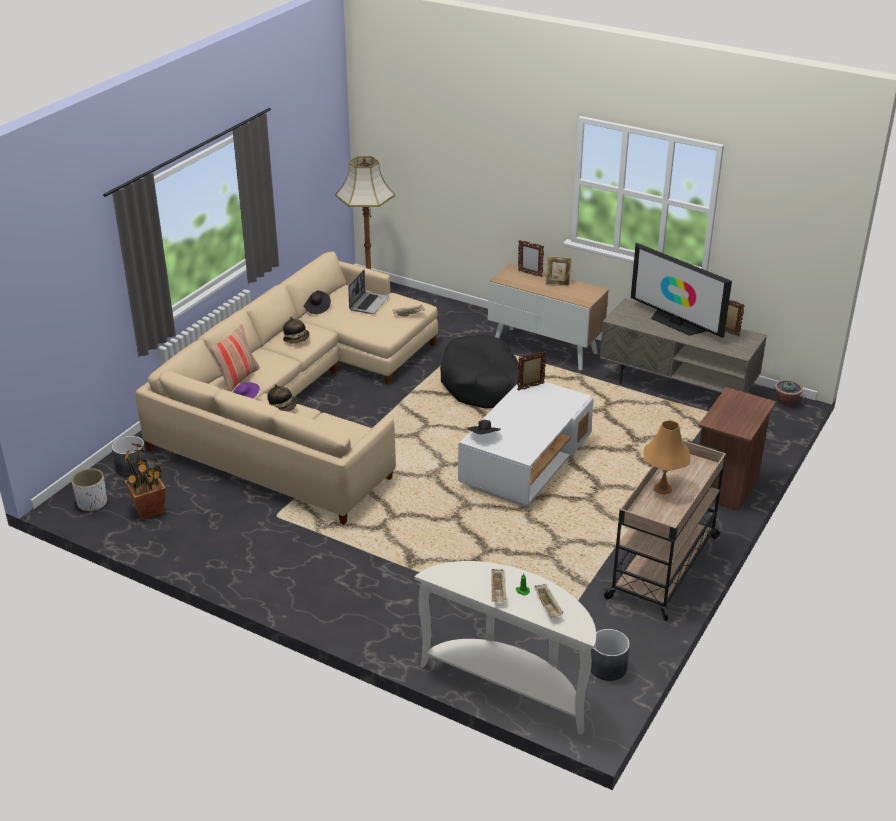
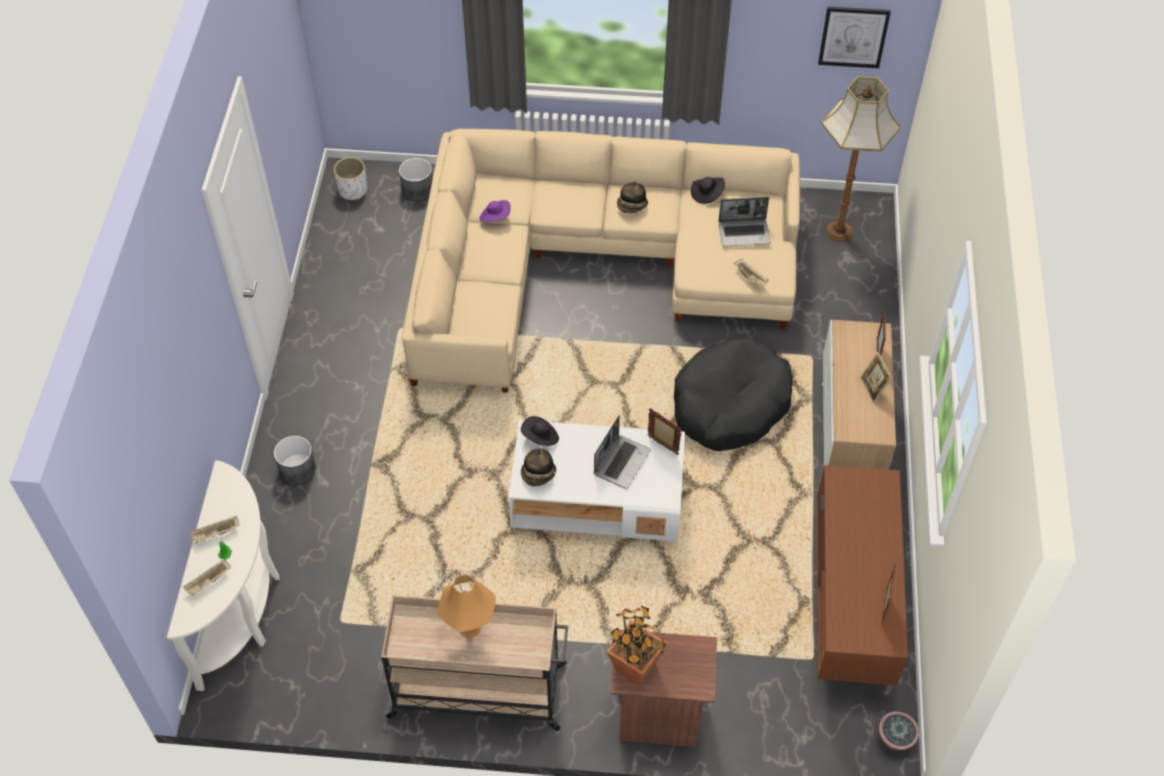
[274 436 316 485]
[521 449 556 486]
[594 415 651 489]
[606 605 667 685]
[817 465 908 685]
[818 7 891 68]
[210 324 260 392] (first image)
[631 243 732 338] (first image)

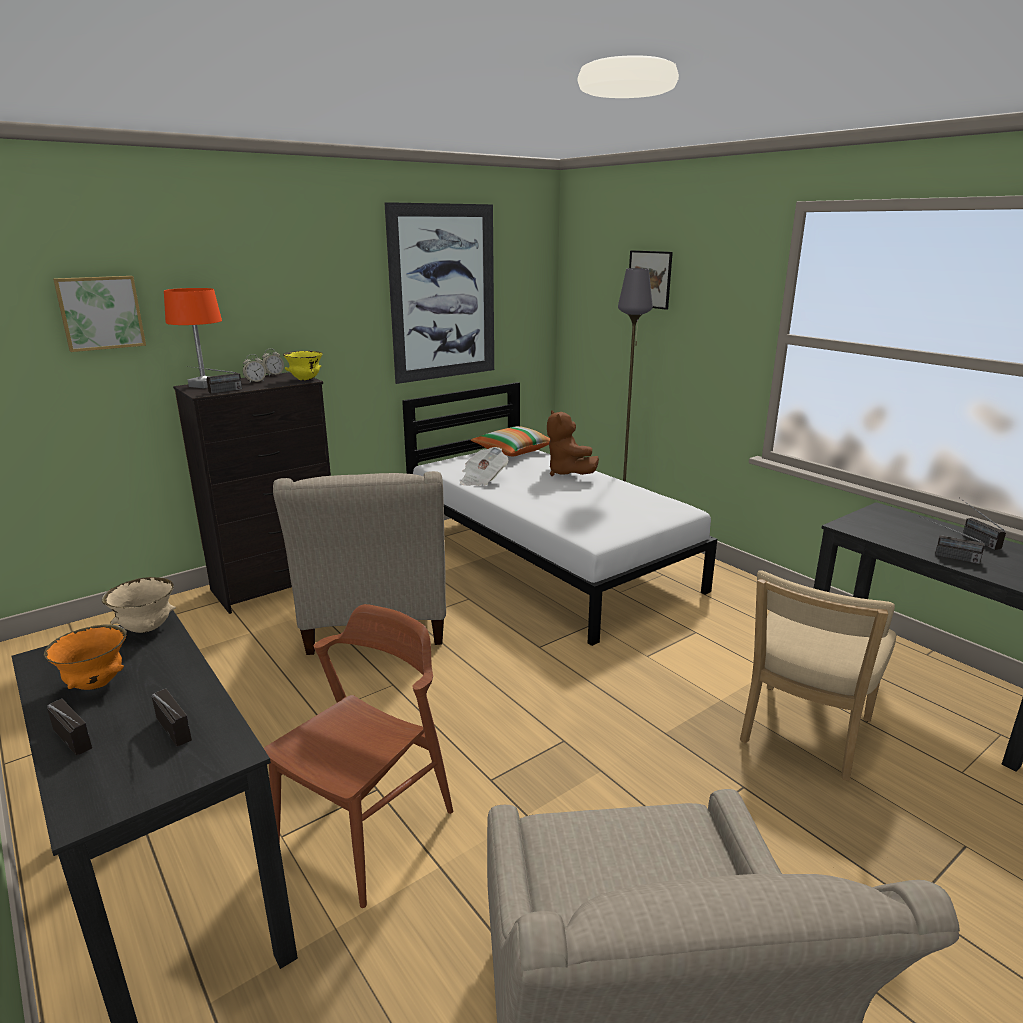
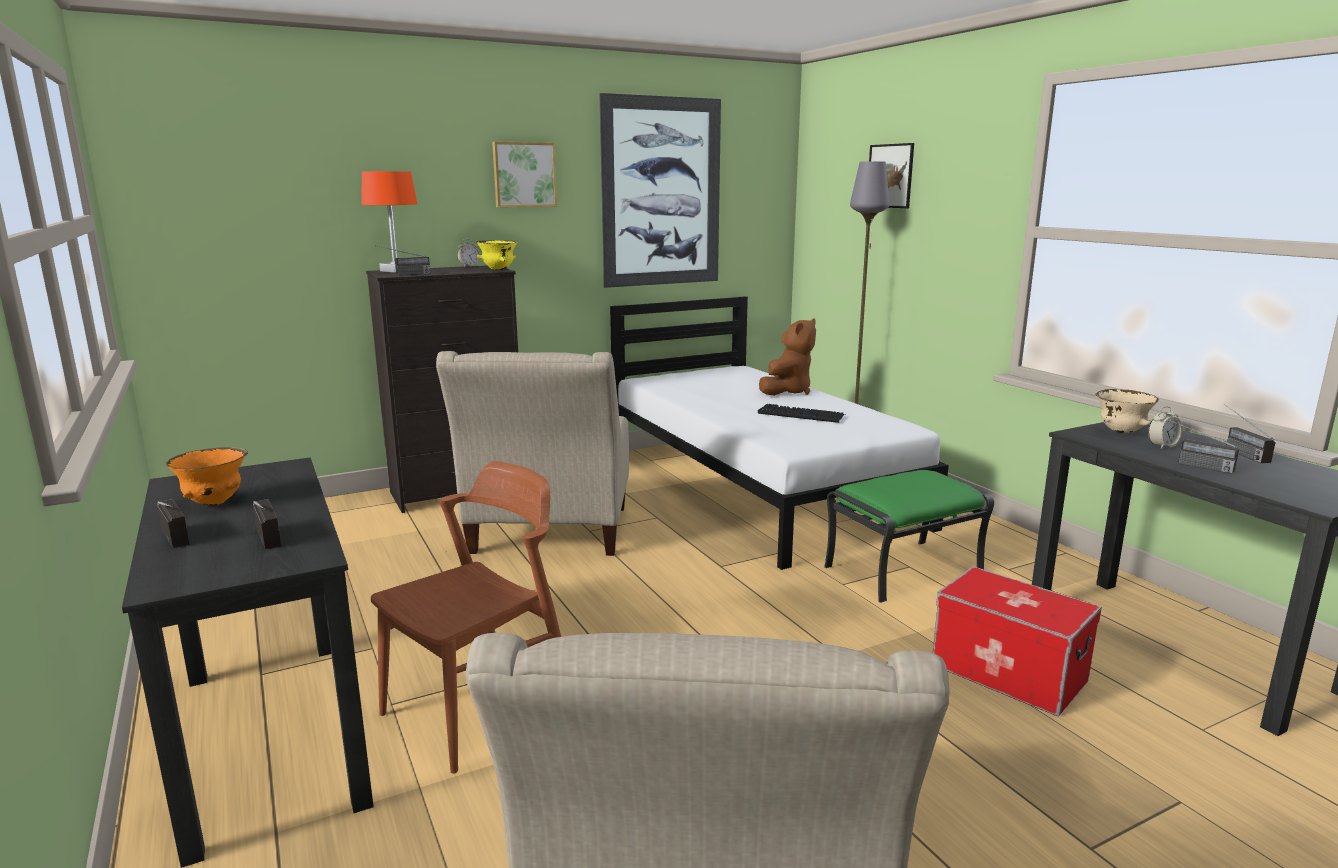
[492 141 557 207]
[758 404 845 423]
[759 318 816 396]
[824 470 994 603]
[933 566 1102 716]
[1095 389 1159 433]
[1148 406 1183 449]
[460 447 508 486] (first image)
[471 426 550 456] (first image)

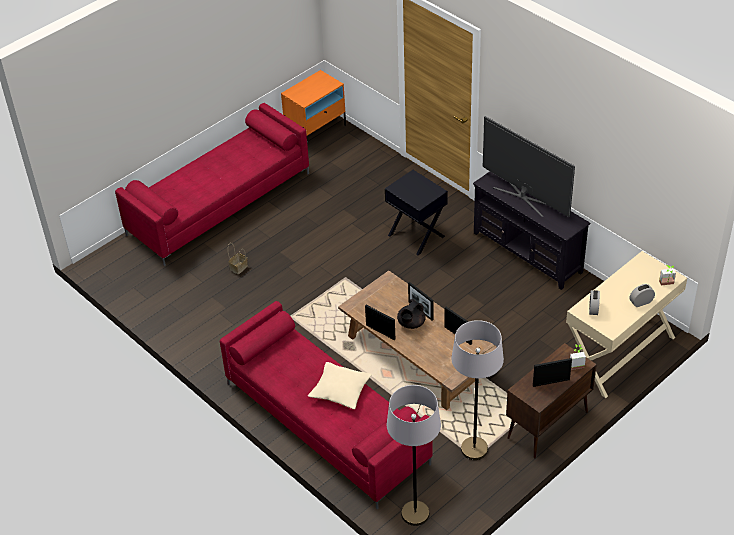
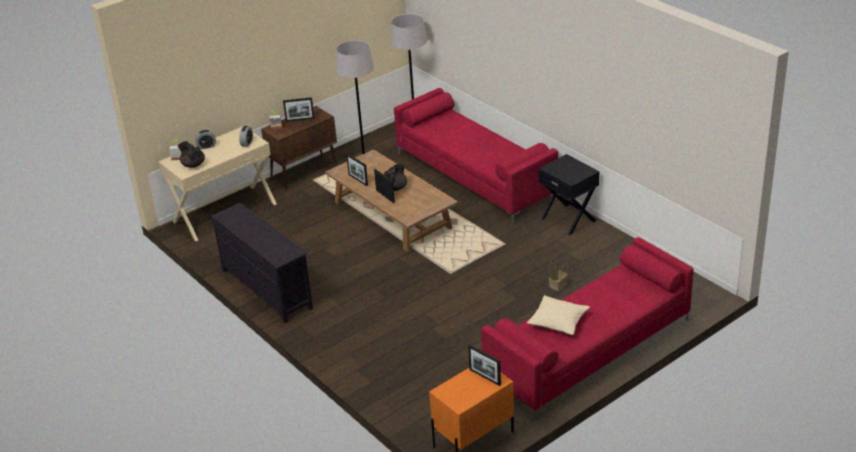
[178 141 205 168]
[468 345 501 386]
[527 295 590 335]
[539 154 600 235]
[483 116 575 217] (first image)

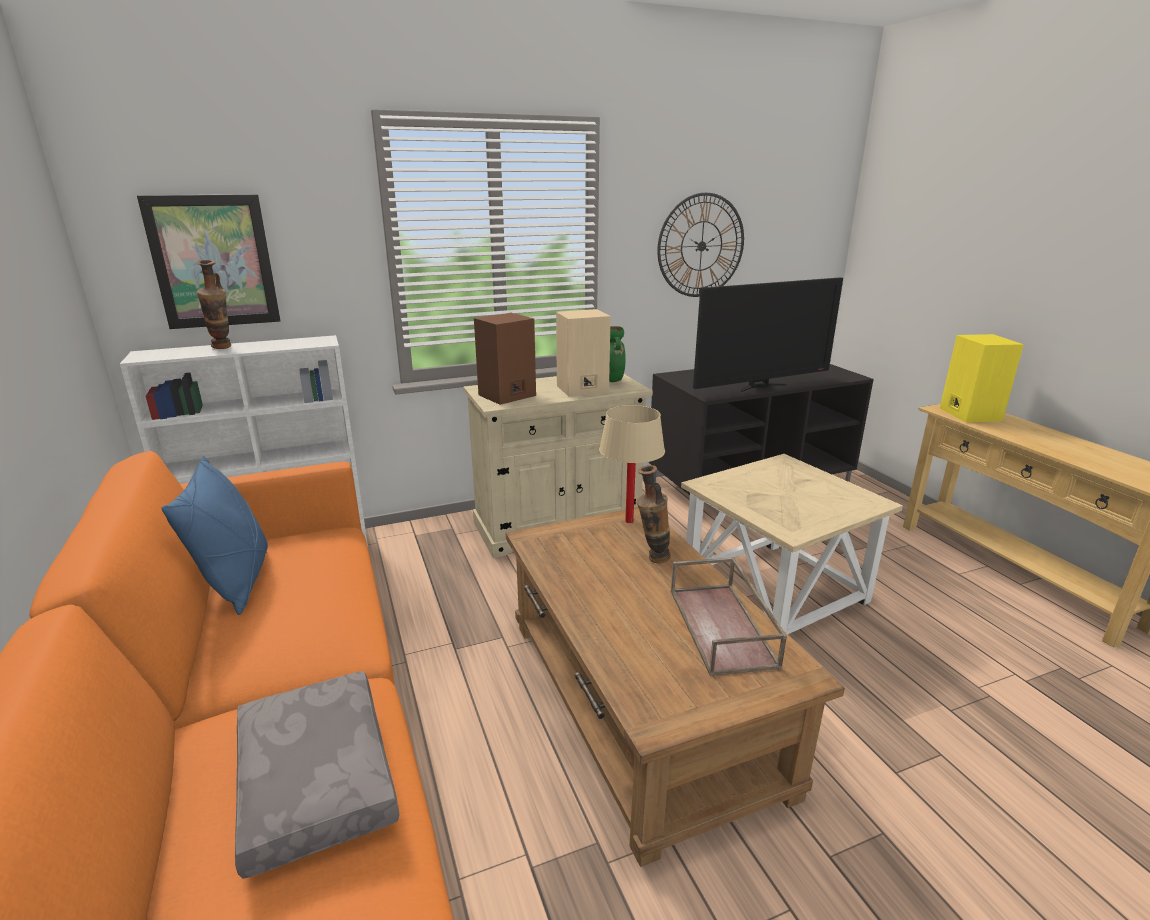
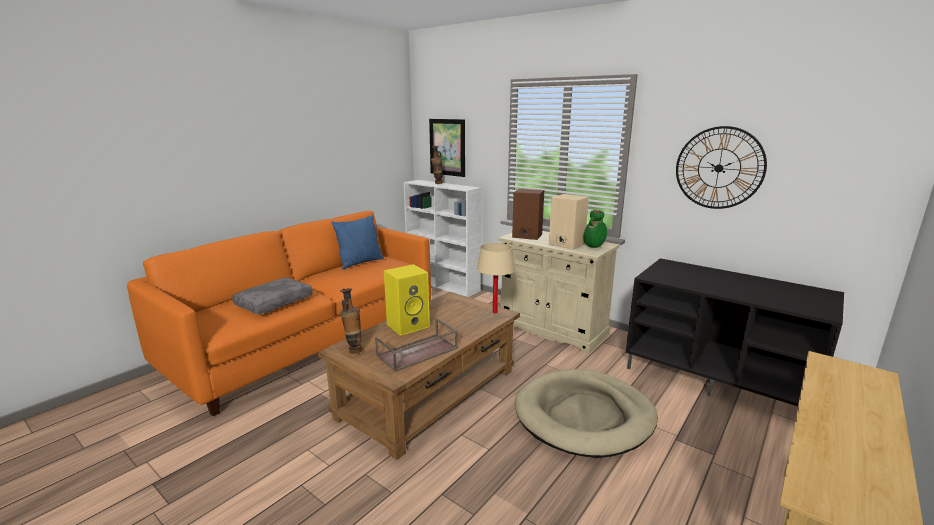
[340 288 363 354]
[384 264 430 336]
[515 369 658 458]
[693 277 843 392] (first image)

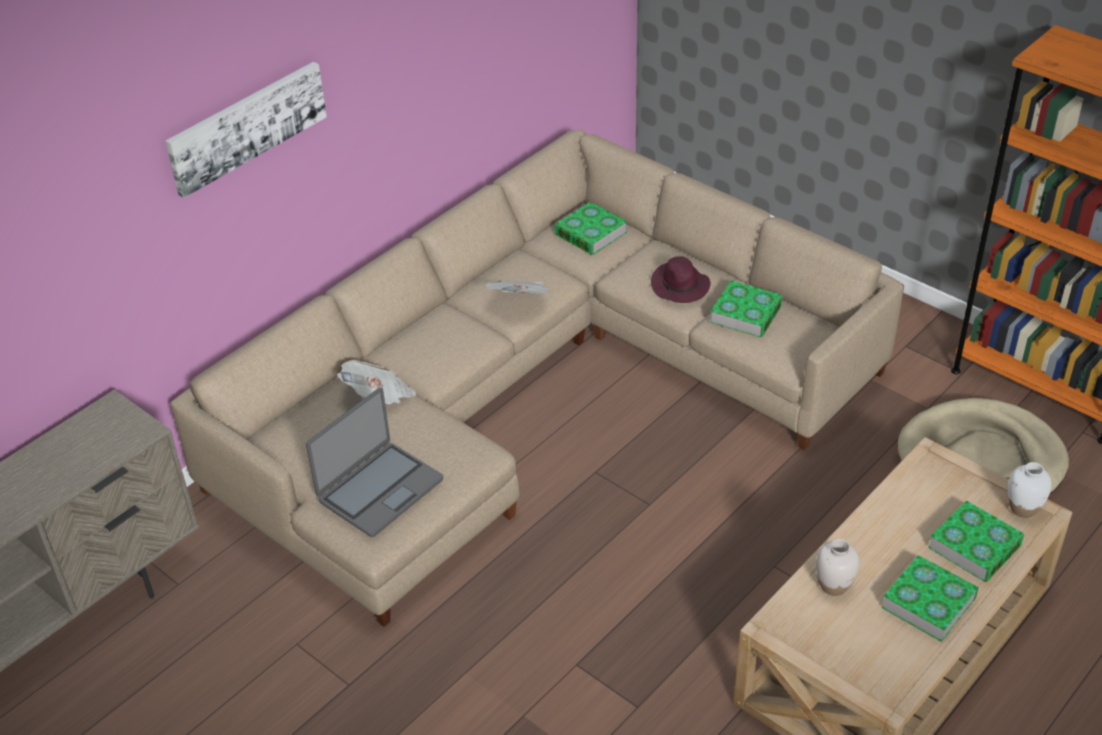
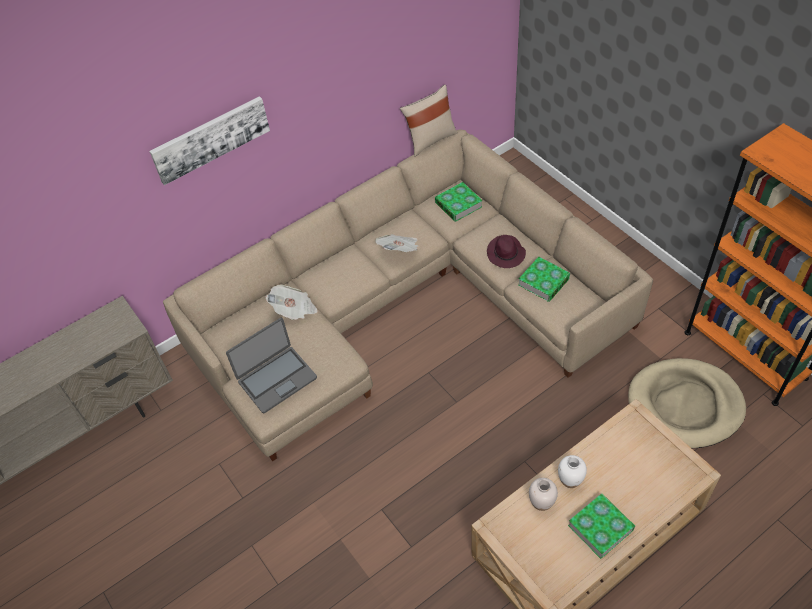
[400 85 457 157]
[558 455 587 488]
[928 500 1025 582] (first image)

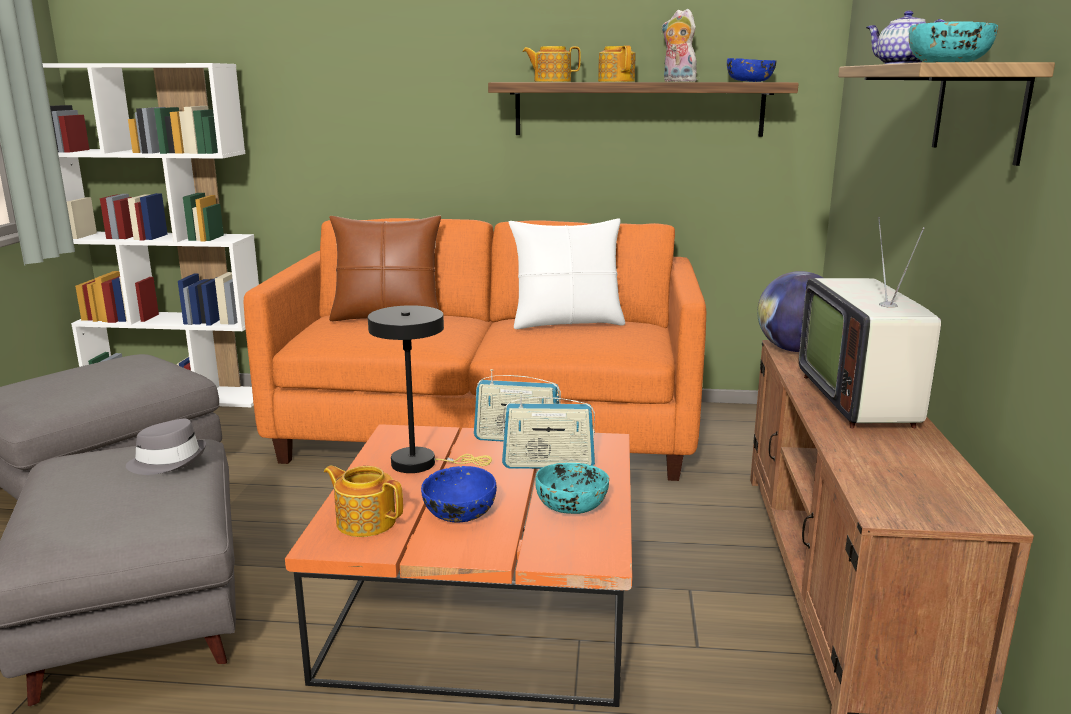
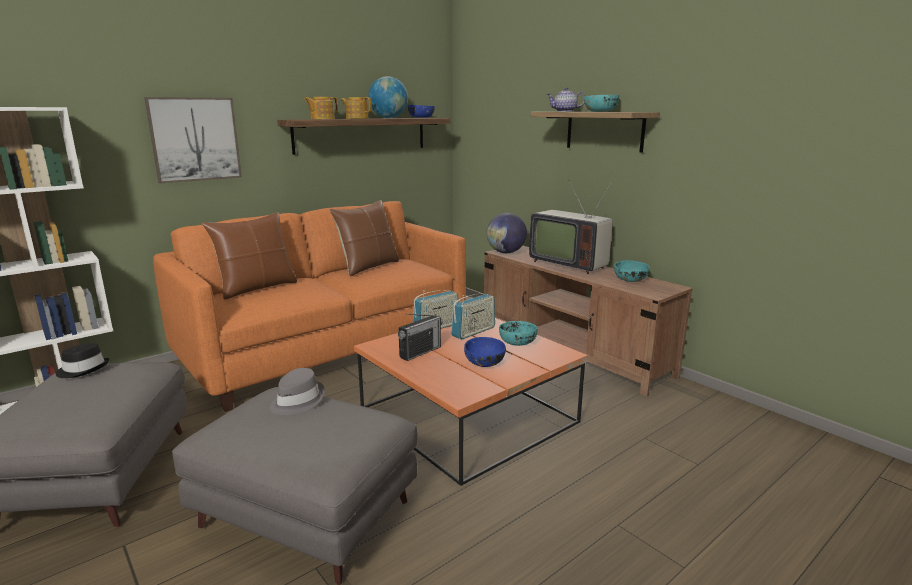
[55 343 110 378]
[144 97 242 183]
[329 200 399 276]
[368 76 408 118]
[398 314 443 361]
[614 260 650 282]
[324 466 403 537] (first image)

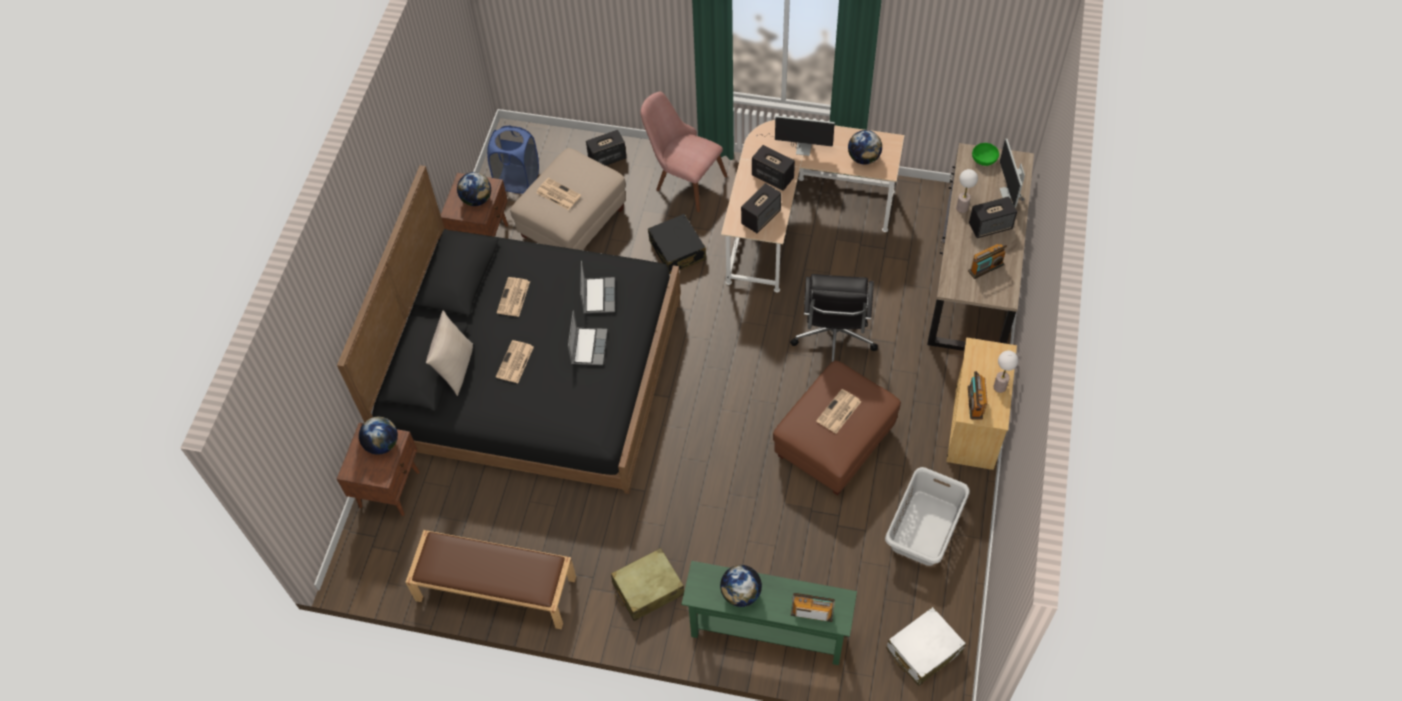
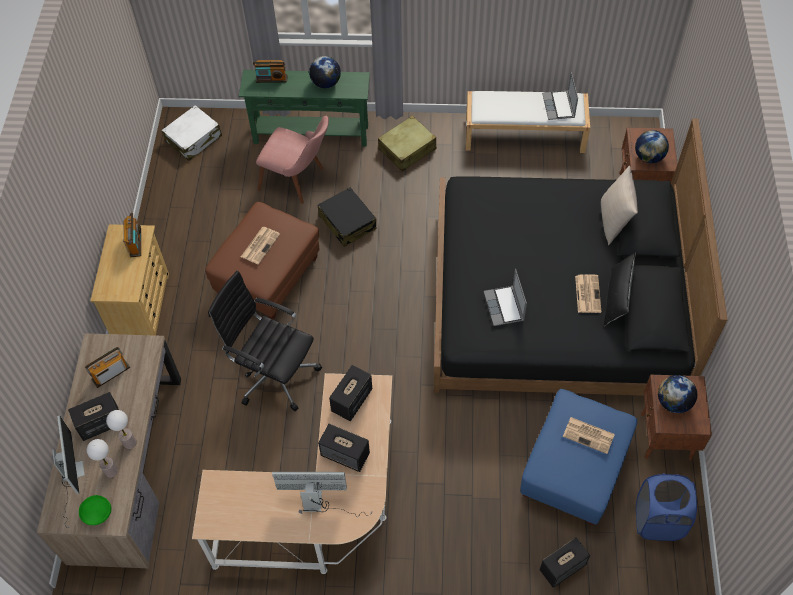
[87 439 118 478]
[208 271 322 411]
[256 116 329 204]
[318 187 376 247]
[466 91 590 153]
[520 389 637 525]
[542 72 578 120]
[604 252 636 326]
[496 340 534 383] (first image)
[848 130 882 165] (first image)
[885 467 970 566] (first image)

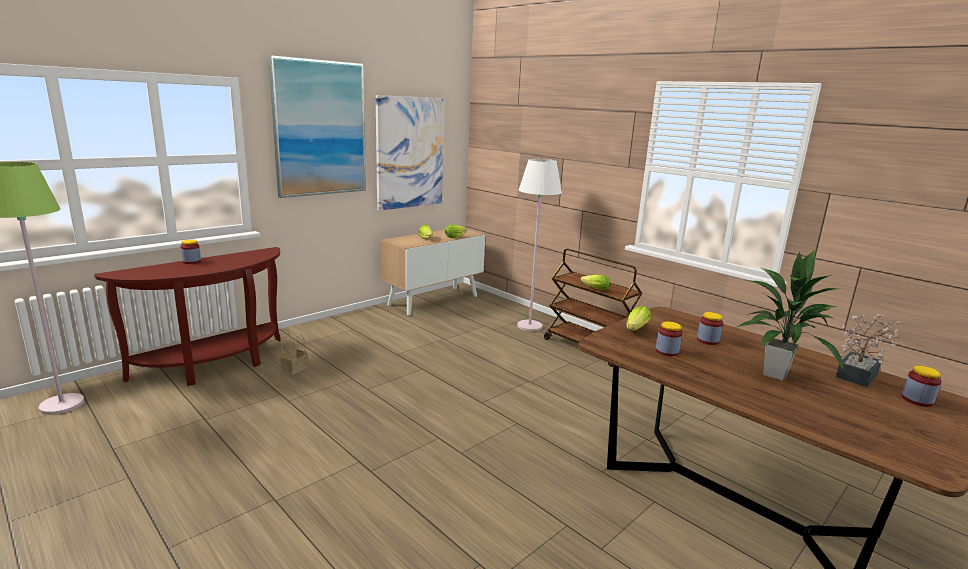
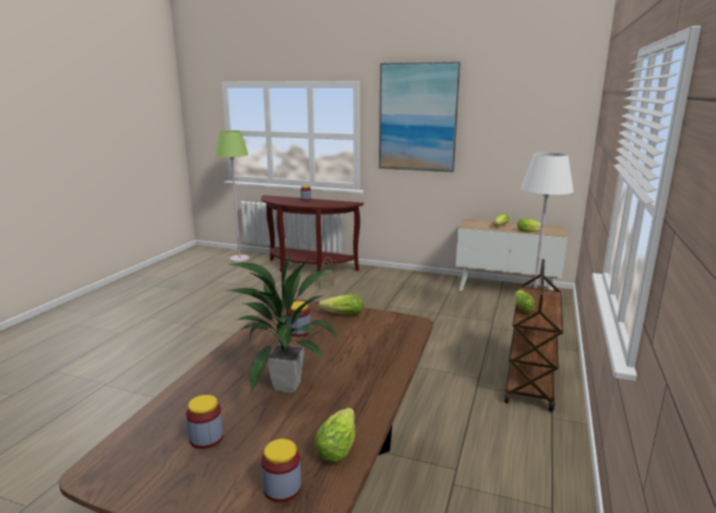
[186 395 223 449]
[314 408 355 463]
[376 95 444 211] (first image)

